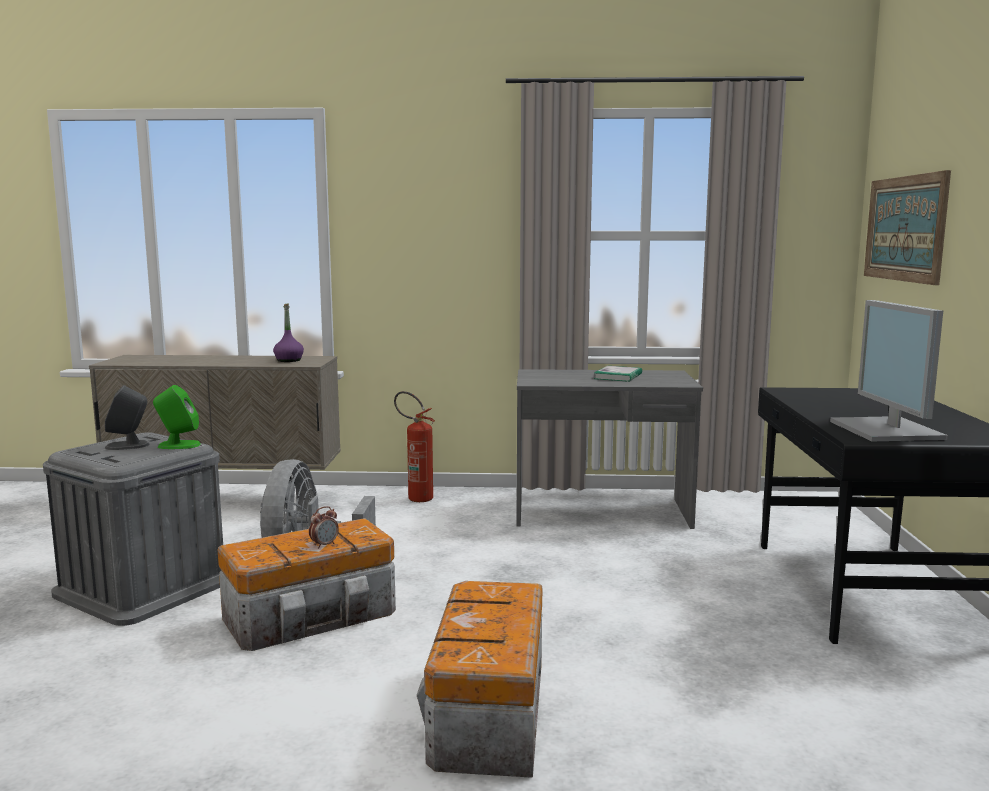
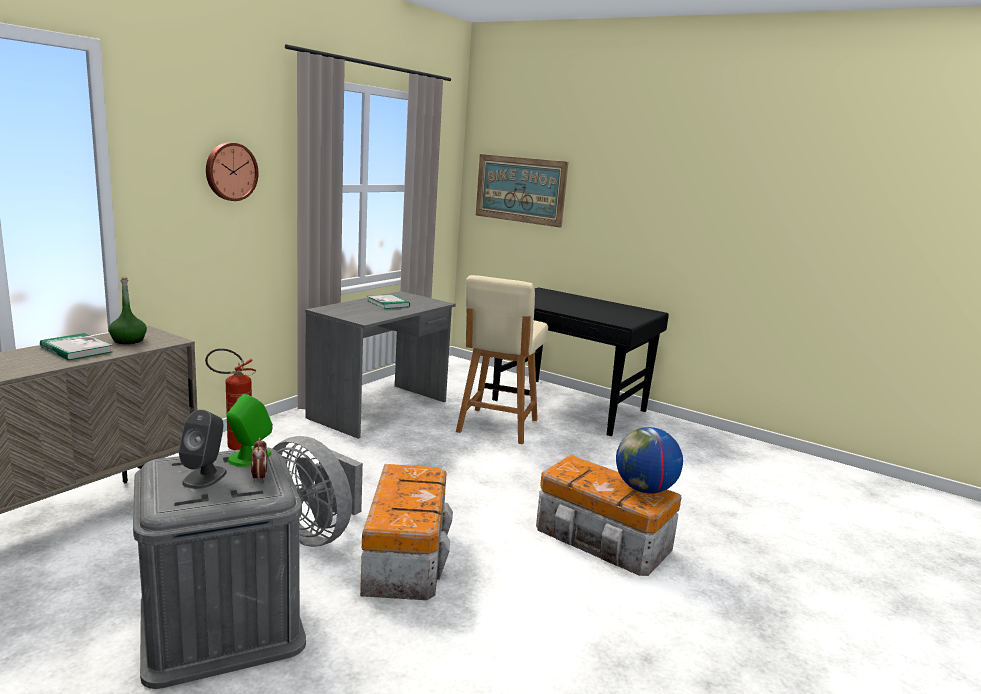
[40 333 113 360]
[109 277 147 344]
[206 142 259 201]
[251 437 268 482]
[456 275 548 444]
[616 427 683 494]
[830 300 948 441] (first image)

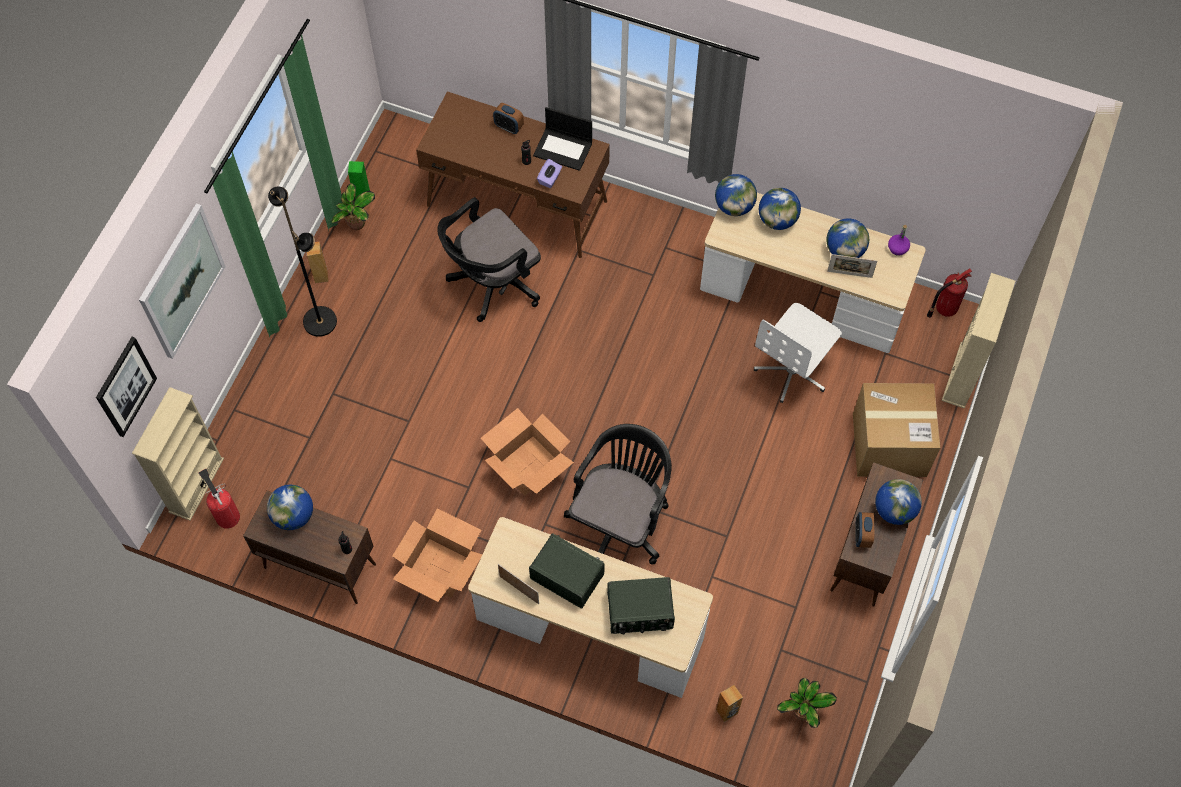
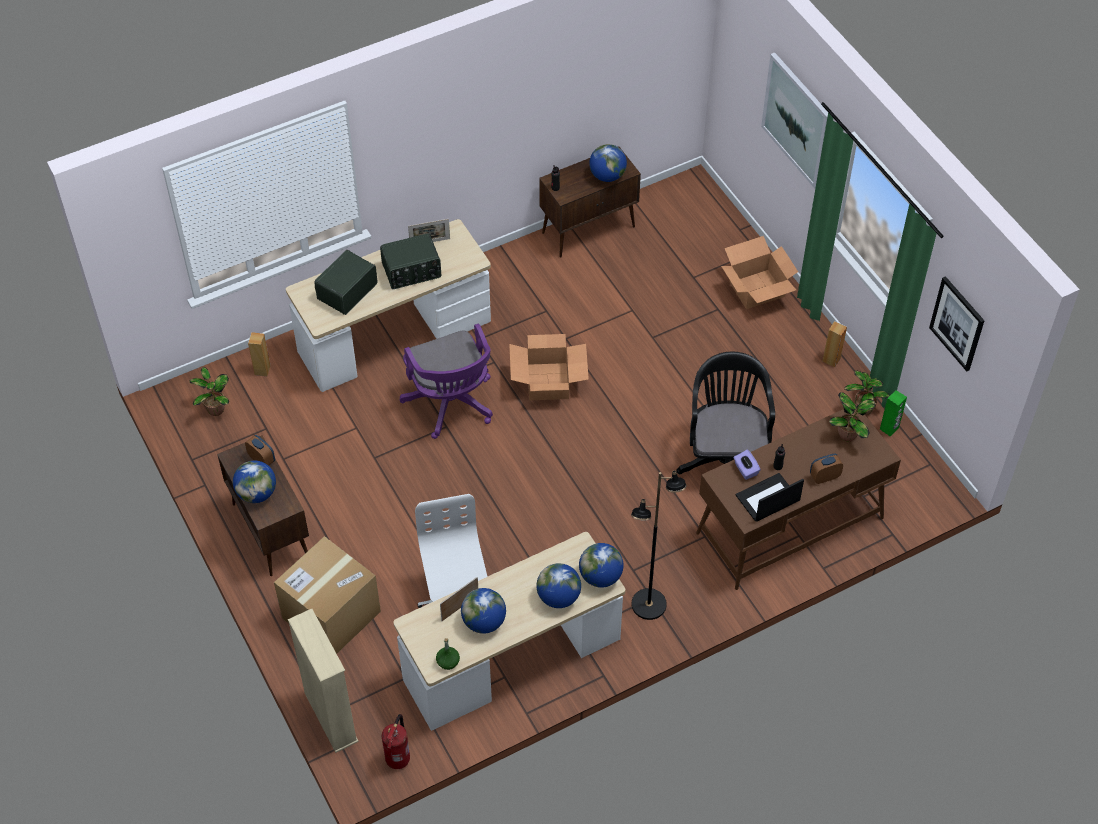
[399 324 493 439]
[436 638 460 670]
[631 470 687 620]
[721 236 798 309]
[829 392 875 441]
[929 276 985 371]
[132 387 224 521] (first image)
[199 469 240 529] (first image)

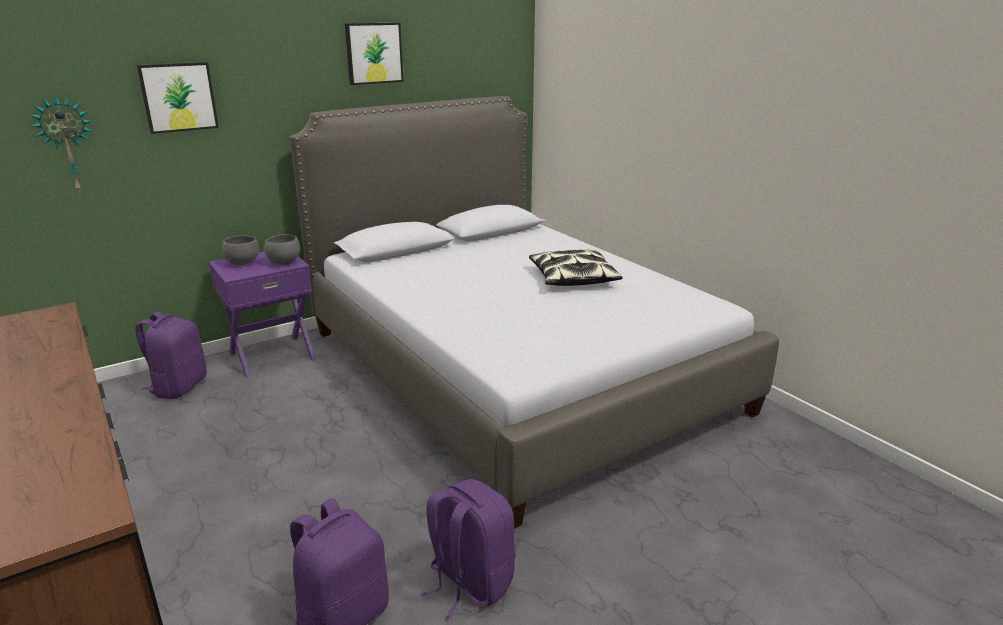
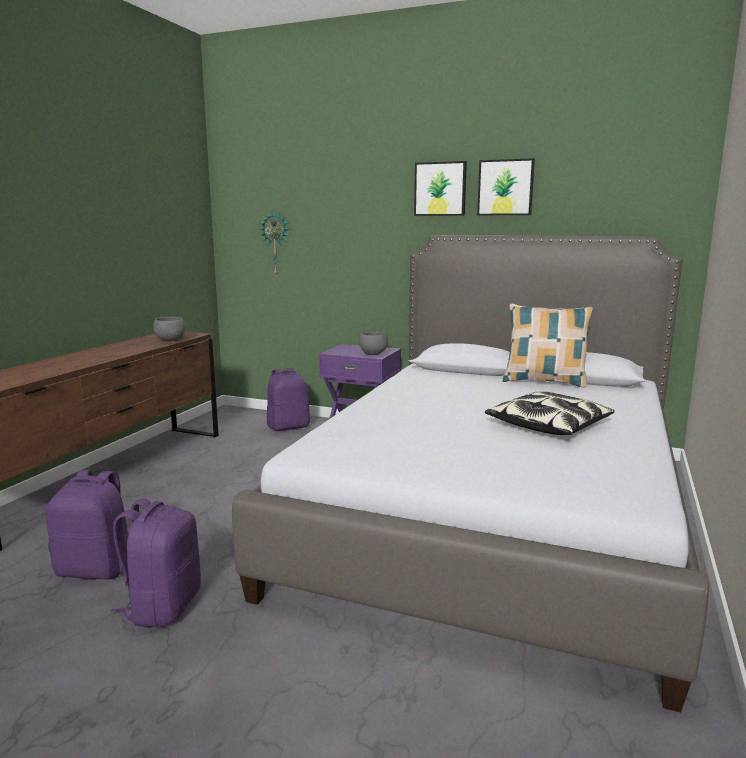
[153 317 186 341]
[414 161 467 216]
[503 304 593 388]

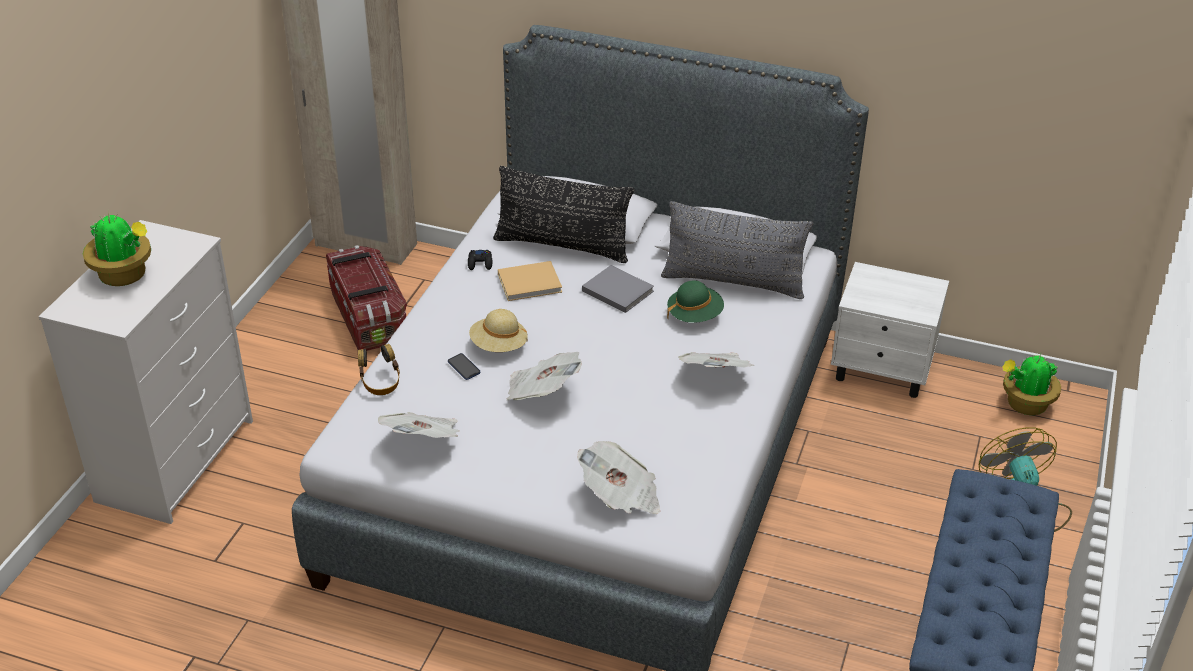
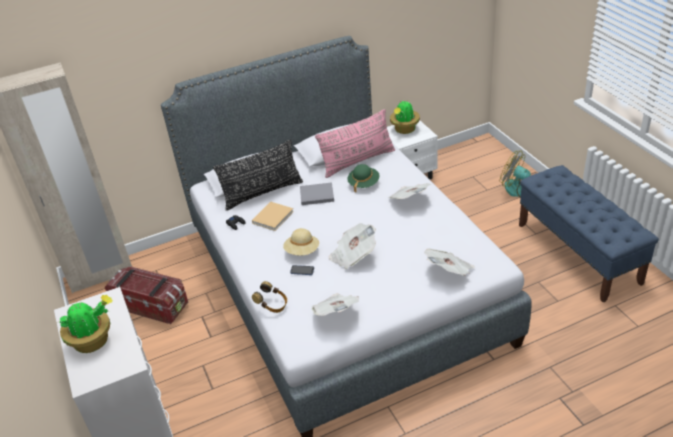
[315 109 395 178]
[390 100 420 134]

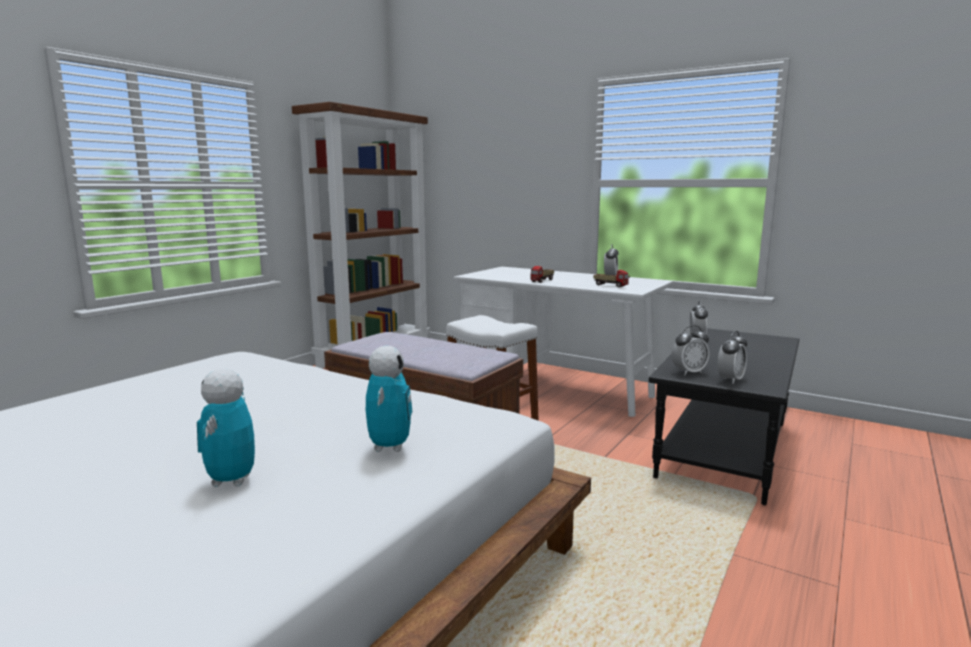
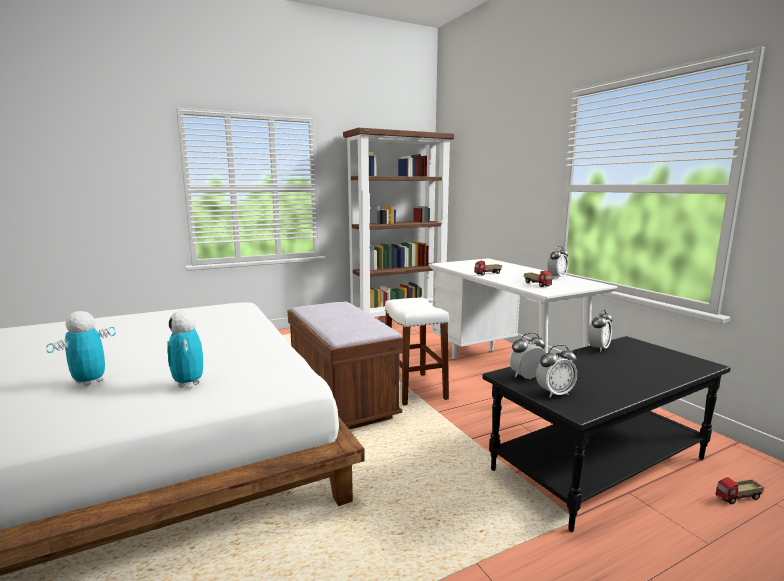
[167 311 203 388]
[509 332 546 380]
[716 477 764 505]

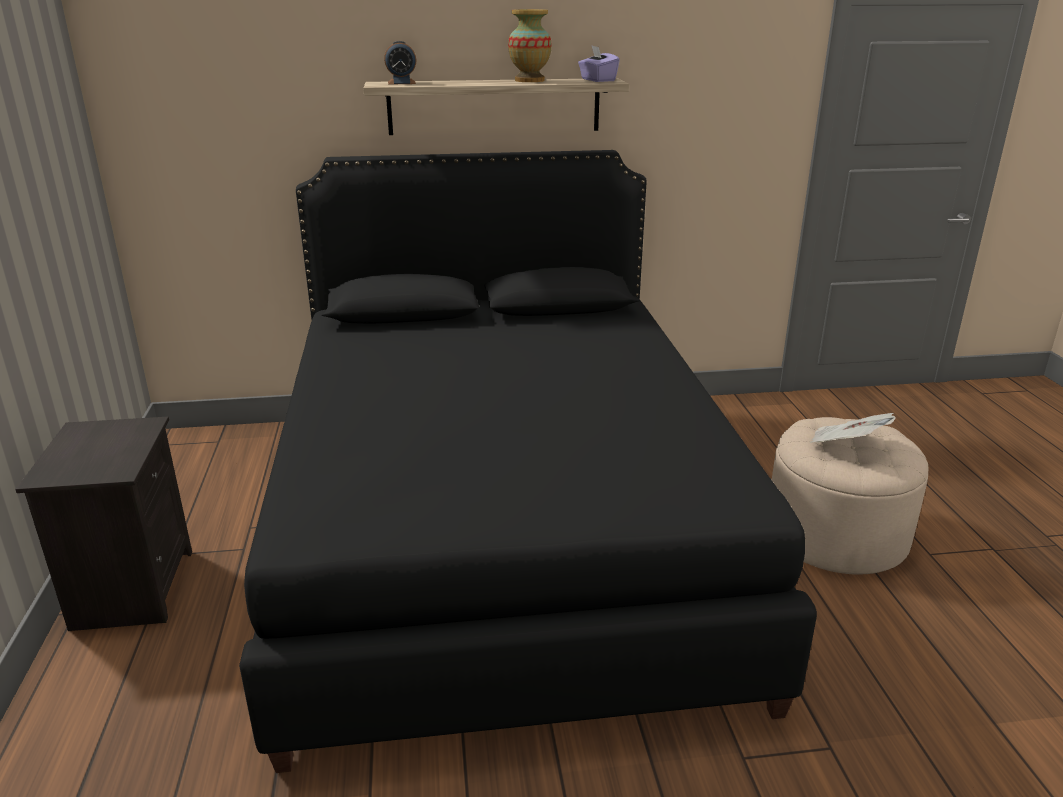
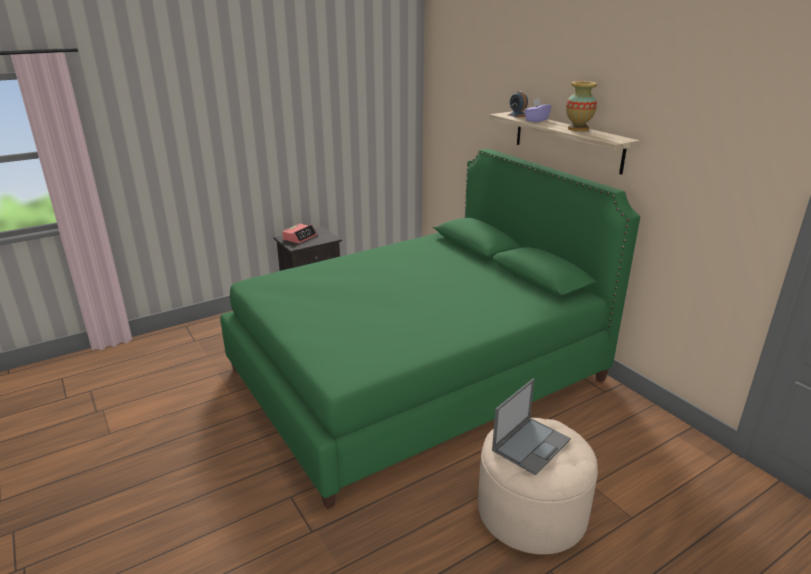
[220 149 640 509]
[282 224 317 244]
[492 379 571 475]
[524 98 552 122]

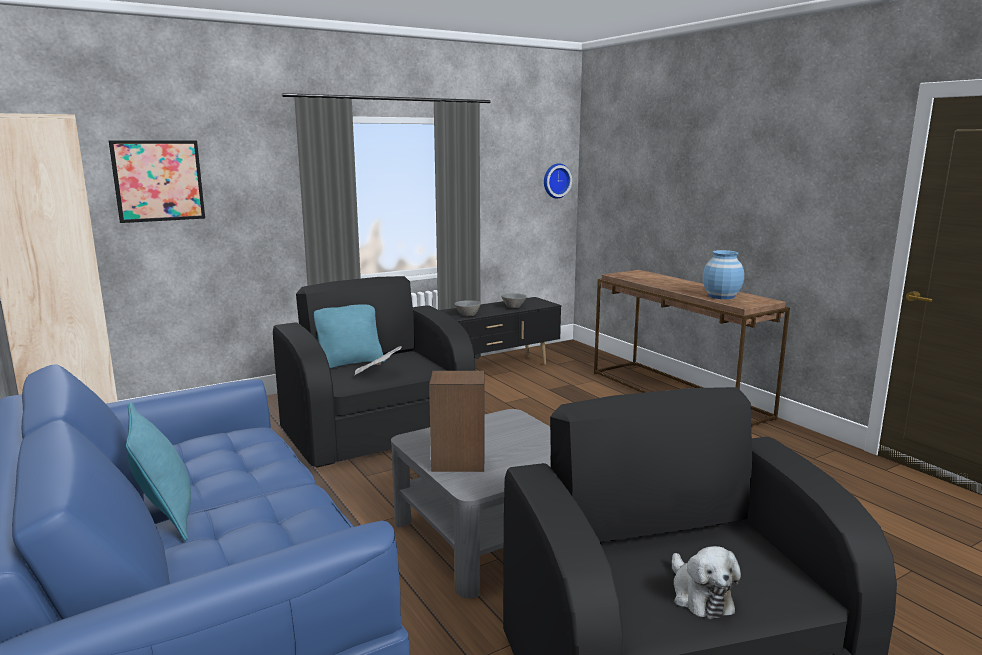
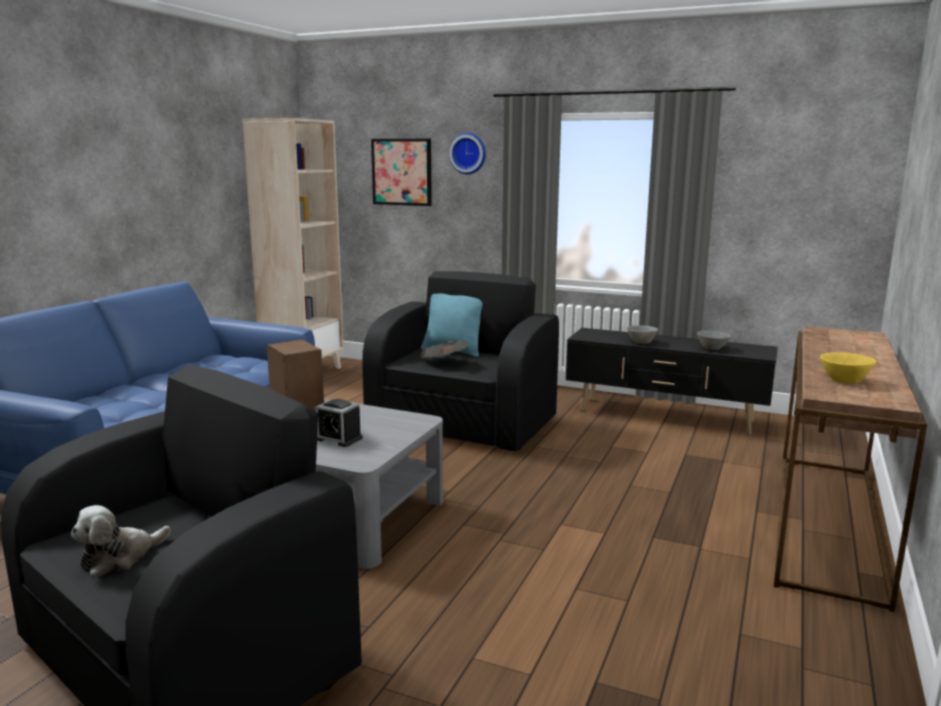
[315 399 362 447]
[449 133 486 174]
[820 352 876 383]
[126 402 191 541] (first image)

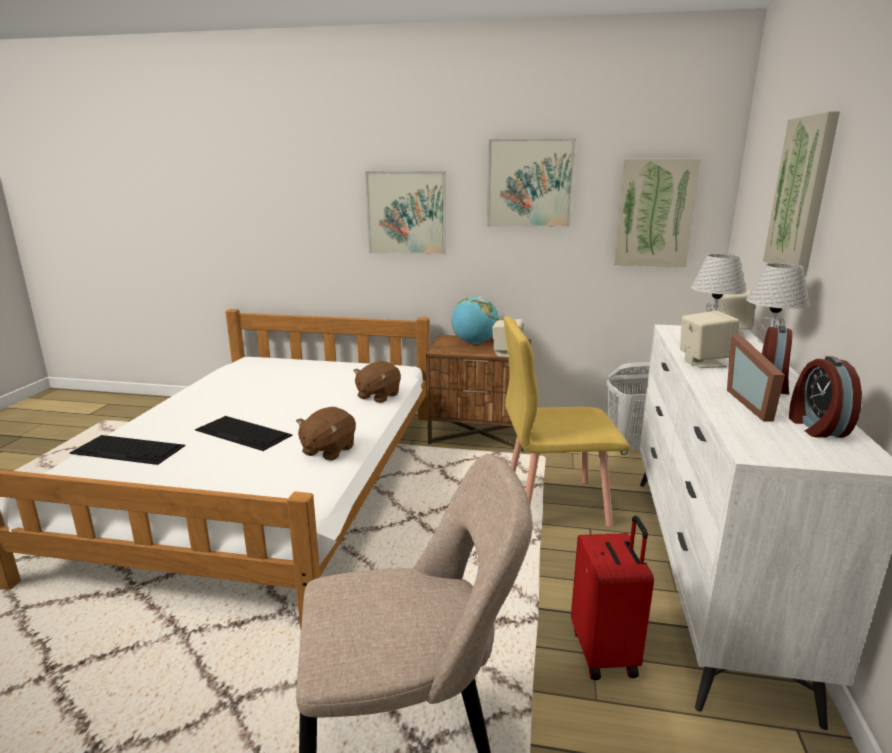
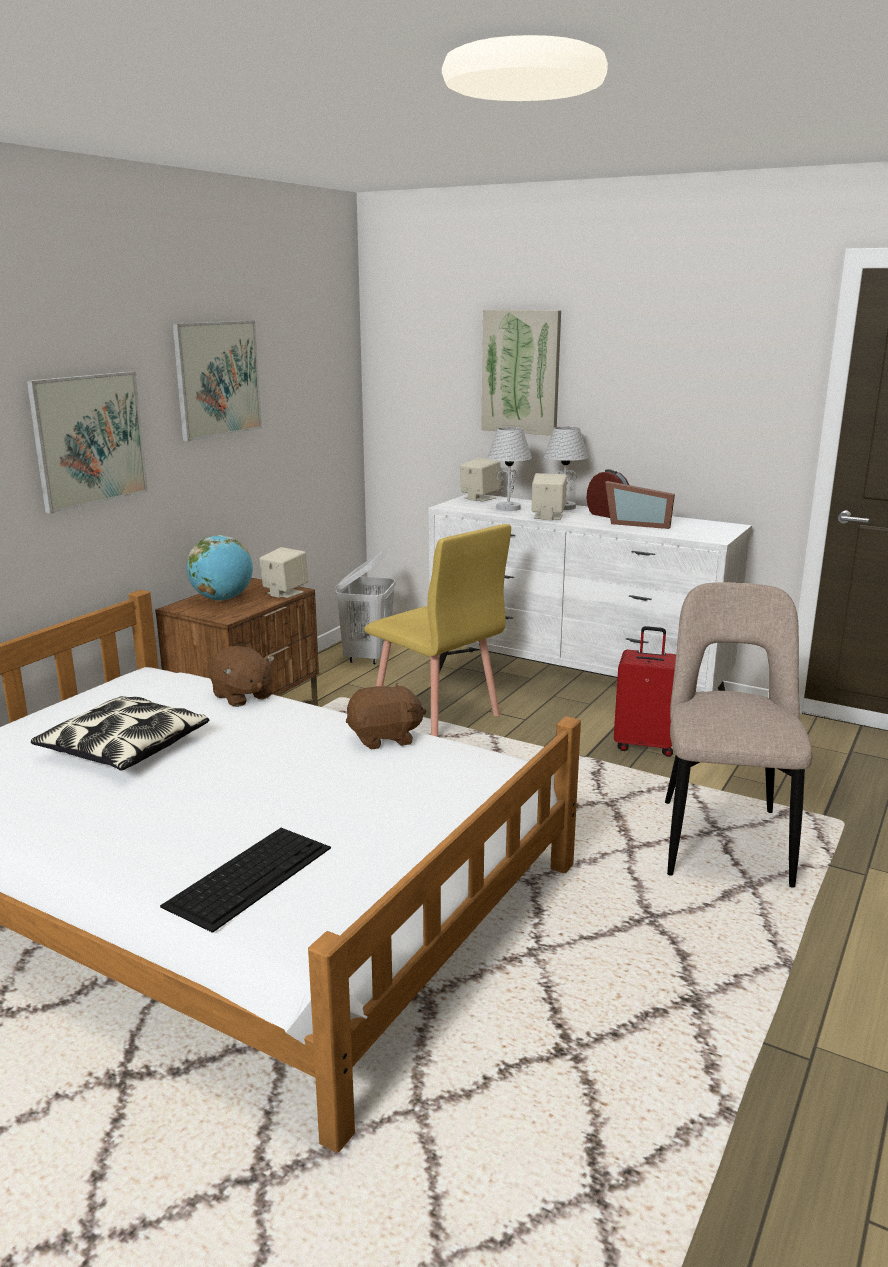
[31 696 209 771]
[346 683 426 750]
[364 524 511 737]
[195 416 293 451] (first image)
[614 159 701 267] (first image)
[789 356 862 438] (first image)

